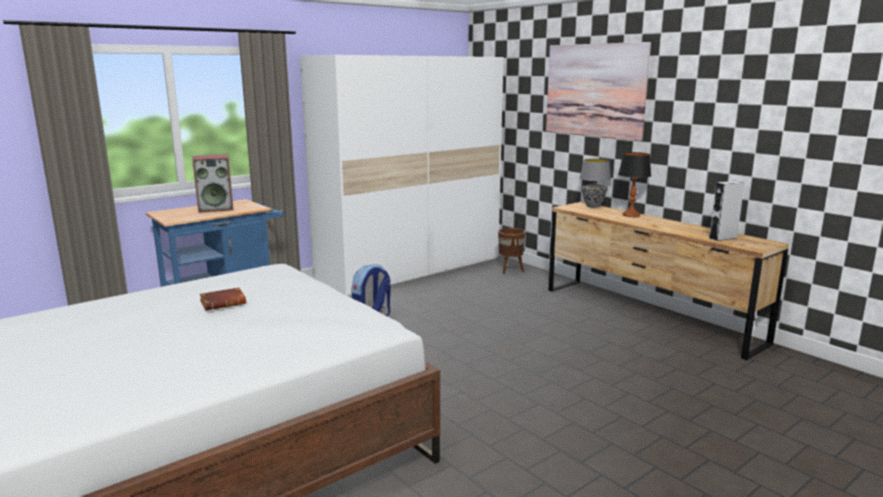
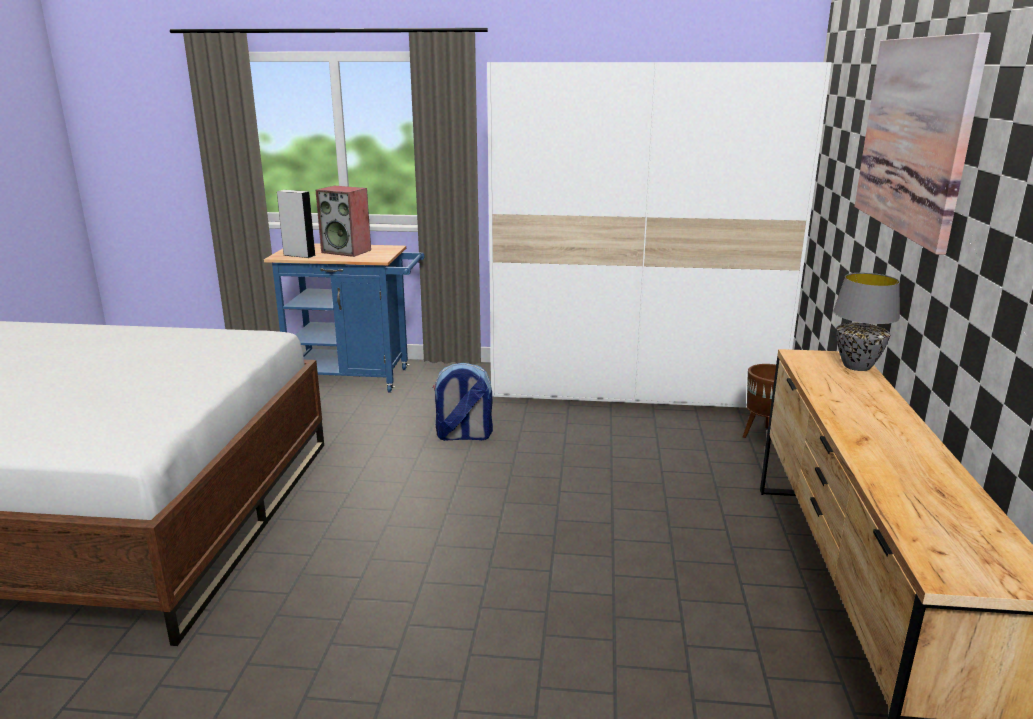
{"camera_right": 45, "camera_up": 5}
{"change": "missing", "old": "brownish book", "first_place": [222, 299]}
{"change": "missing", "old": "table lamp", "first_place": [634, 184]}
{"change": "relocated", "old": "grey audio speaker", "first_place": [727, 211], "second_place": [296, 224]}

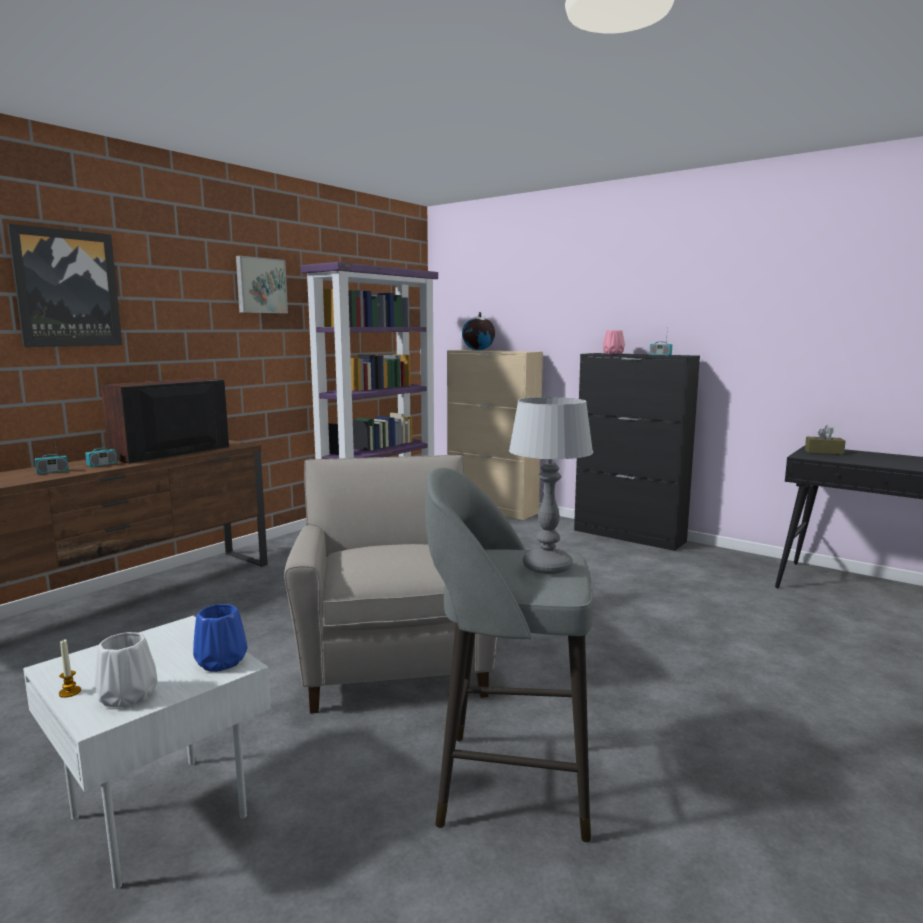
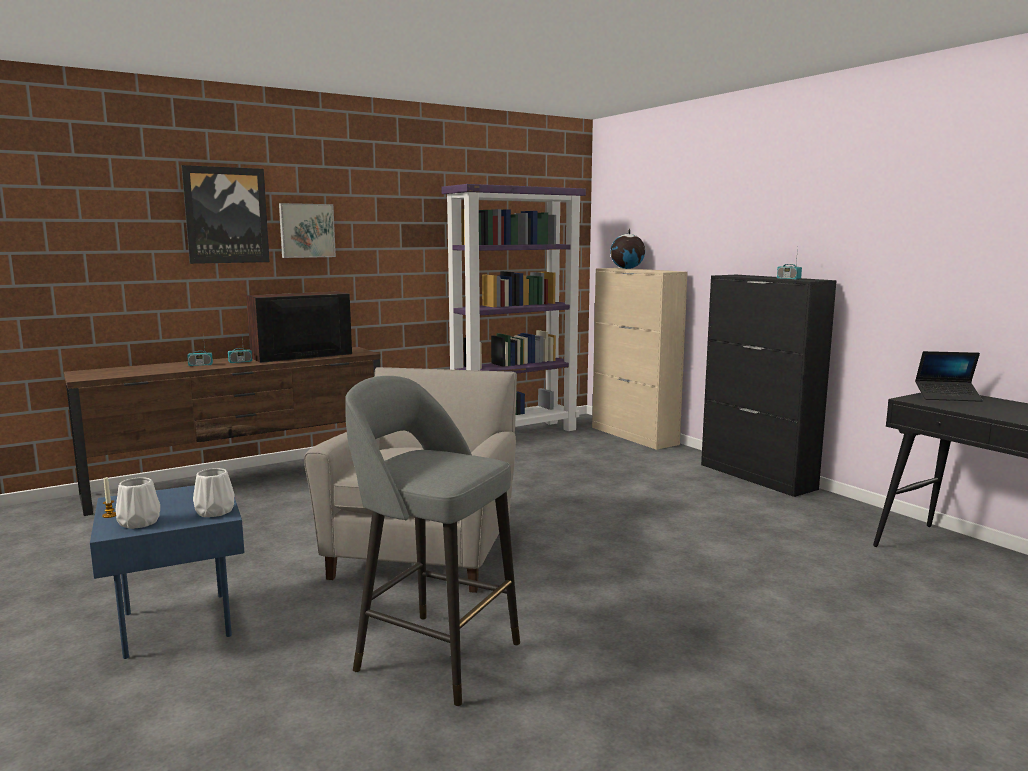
{"camera_right": 20, "camera_up": 0}
{"change": "missing", "old": "table lamp", "first_place": [551, 485]}
{"change": "missing", "old": "pinkish decorative vase", "first_place": [614, 342]}
{"change": "relocated", "old": "picture", "first_place": [262, 284], "second_place": [307, 230]}
{"change": "exchanged", "old": "brownish tissue holder", "new": "notebook computer", "first_place": [825, 440], "second_place": [949, 376]}
{"change": "colour", "old": "whitish end table", "new": "blue end table", "first_place": [147, 752], "second_place": [167, 572]}
{"change": "colour", "old": "blue decorative vase", "new": "whitish decorative vase", "first_place": [220, 638], "second_place": [214, 492]}

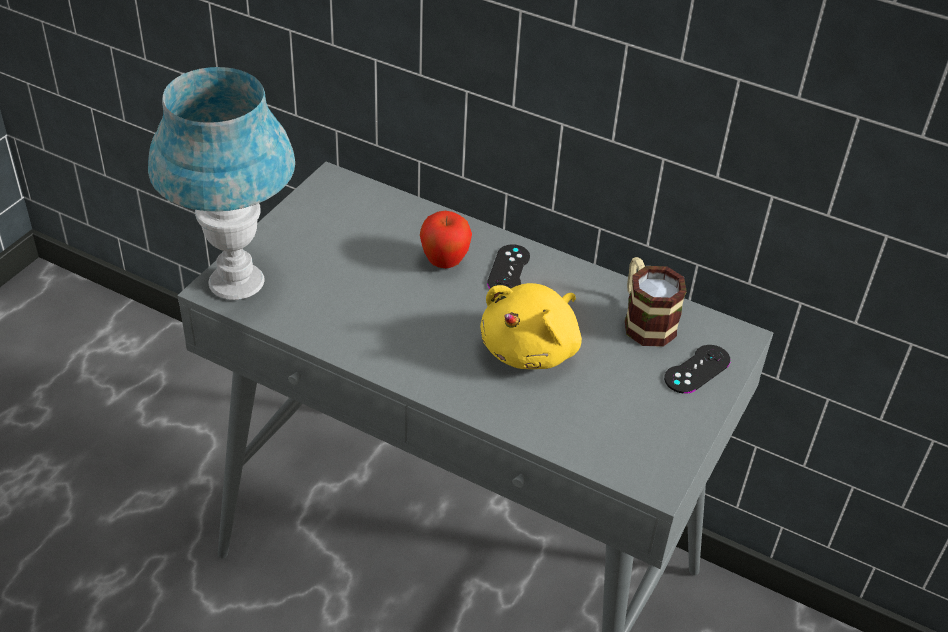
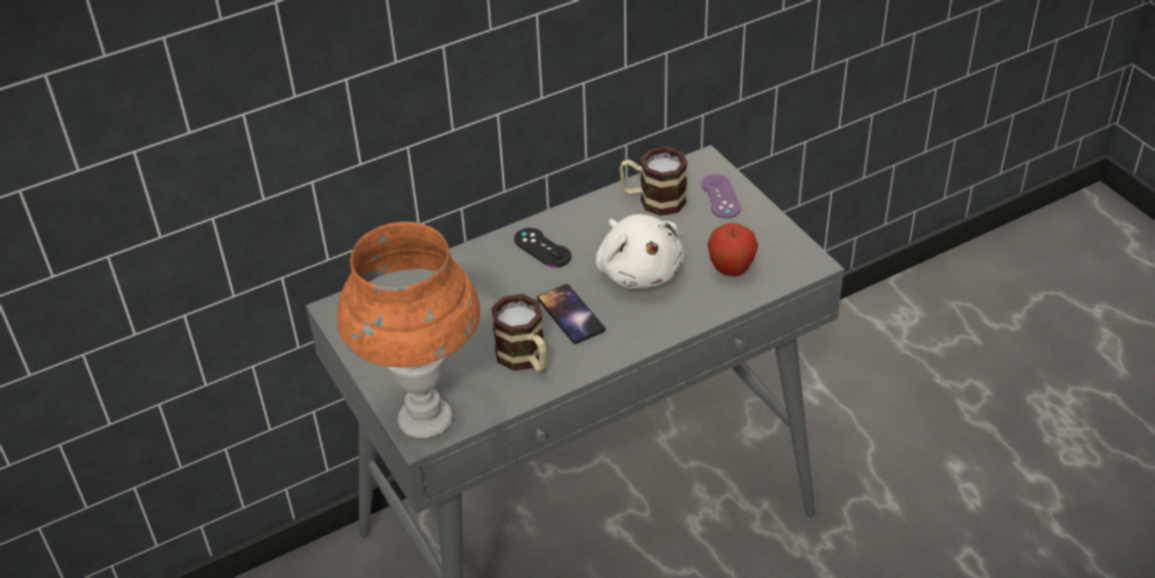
{"camera_right": -55, "camera_up": 0}
{"change": "appeared", "new": "mug", "second_place": [519, 333]}
{"change": "appeared", "new": "telephone", "second_place": [571, 314]}
{"change": "relocated", "old": "whole apple", "first_place": [446, 239], "second_place": [732, 249]}
{"change": "colour", "old": "blue table lamp", "new": "orange-coloured table lamp", "first_place": [221, 183], "second_place": [408, 330]}
{"change": "colour", "old": "yellow-coloured plush toy", "new": "whitish plush toy", "first_place": [531, 326], "second_place": [640, 251]}
{"change": "colour", "old": "blackish gamepad", "new": "purple-coloured gamepad", "first_place": [697, 369], "second_place": [721, 196]}

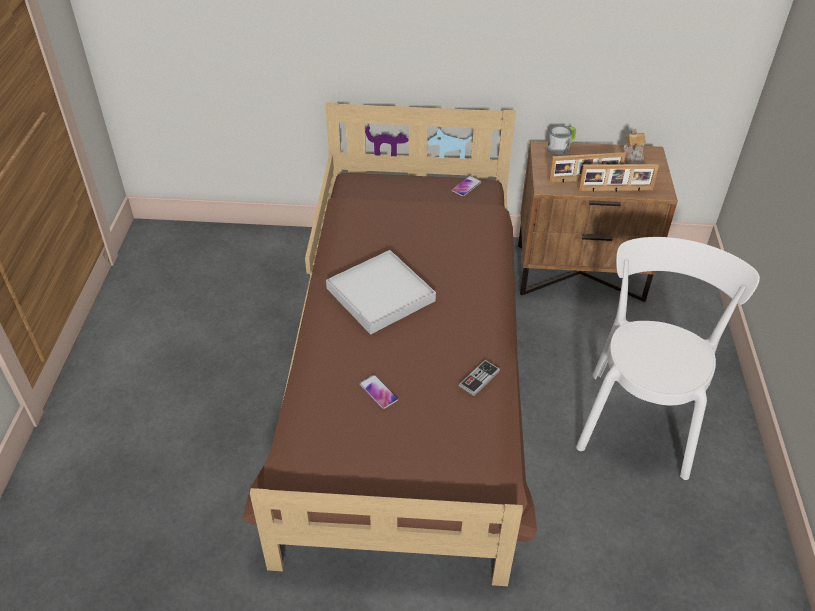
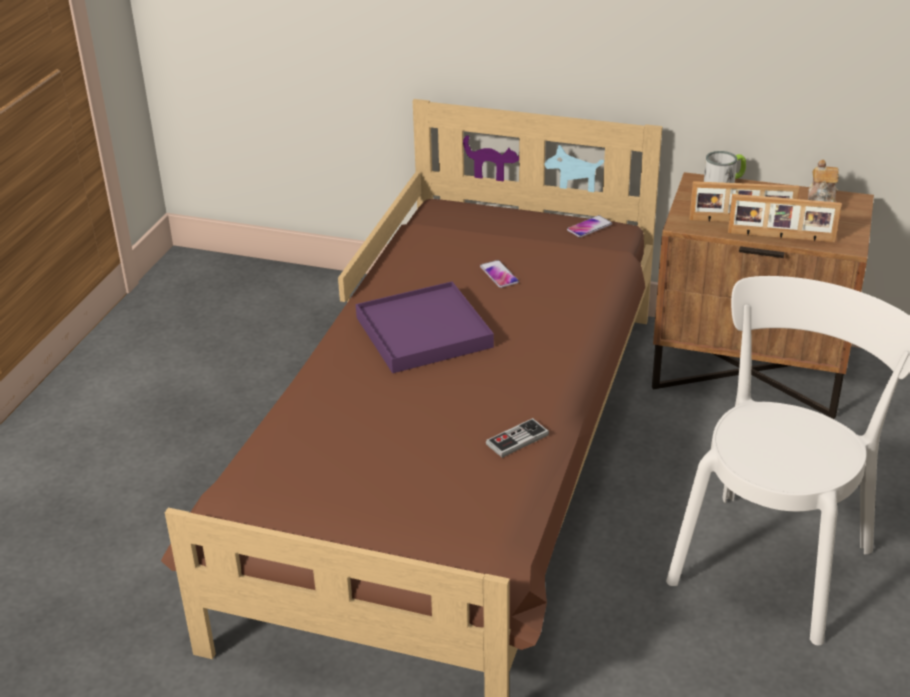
{"camera_right": 15, "camera_up": -10}
{"change": "relocated", "old": "telephone", "first_place": [379, 392], "second_place": [499, 274]}
{"change": "colour", "old": "whitish tray", "new": "purple-coloured tray", "first_place": [381, 292], "second_place": [425, 327]}

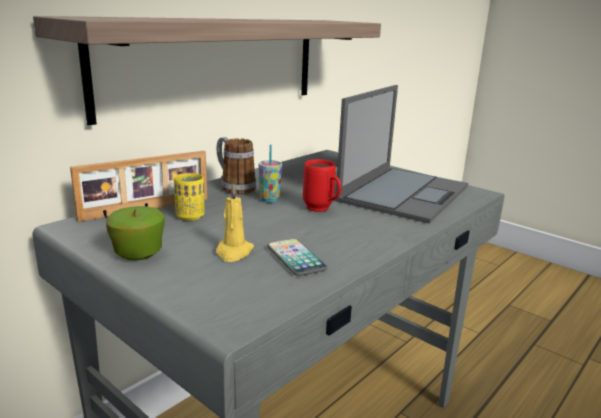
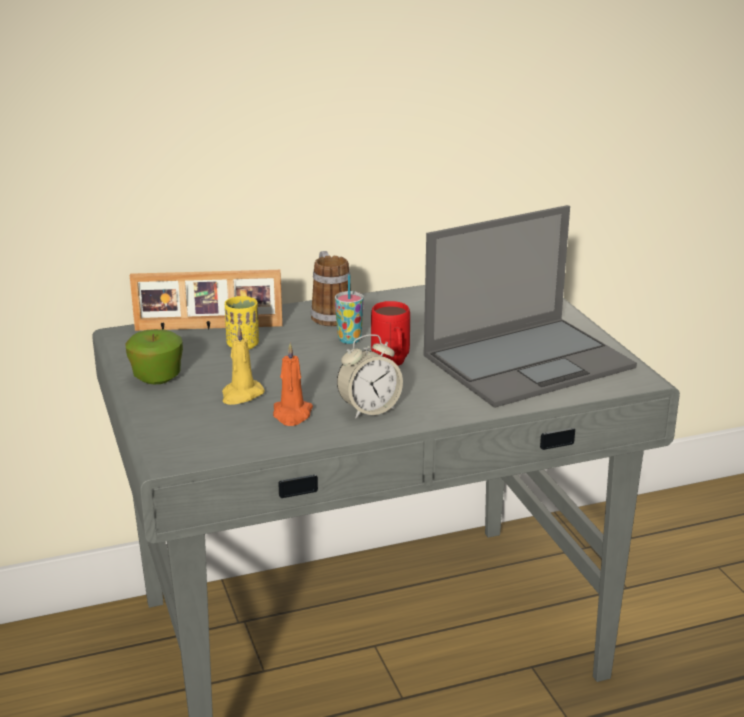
{"camera_right": 30, "camera_up": 5}
{"change": "missing", "old": "shelf", "first_place": [207, 70]}
{"change": "appeared", "new": "alarm clock", "second_place": [370, 376]}
{"change": "exchanged", "old": "telephone", "new": "orange-coloured wax light", "first_place": [297, 257], "second_place": [293, 384]}

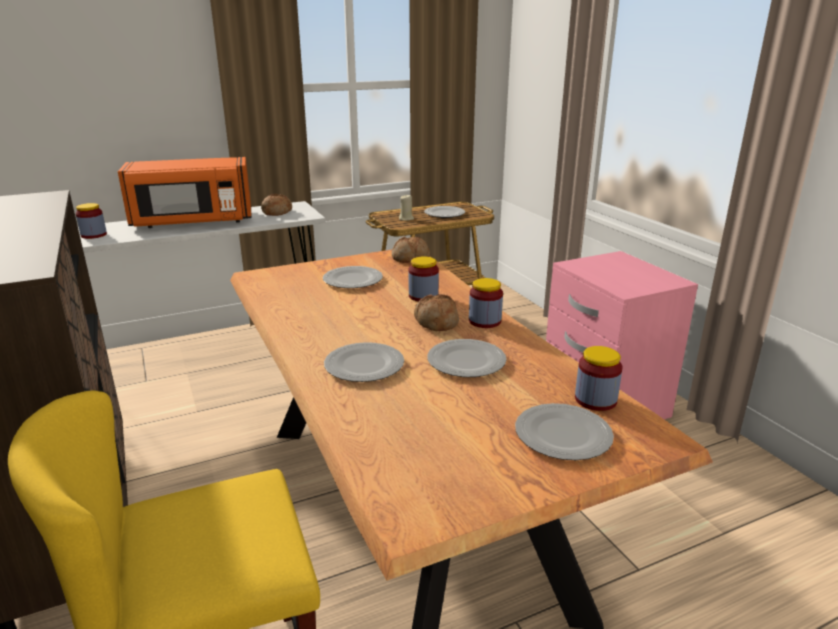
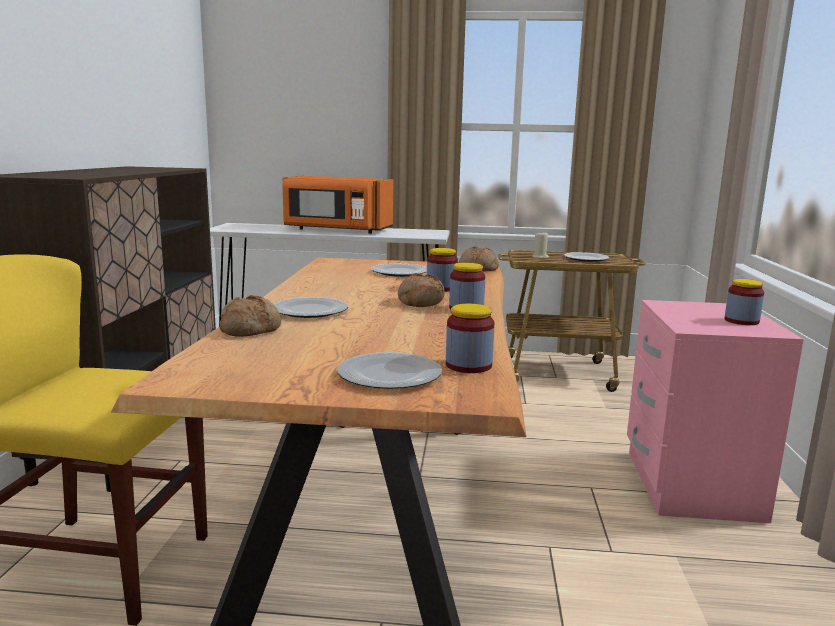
{"camera_right": 30, "camera_up": -10}
{"change": "missing", "old": "plate", "first_place": [467, 358]}
{"change": "relocated", "old": "storage jar", "first_place": [91, 221], "second_place": [744, 302]}
{"change": "relocated", "old": "bakery bread", "first_place": [276, 205], "second_place": [250, 316]}

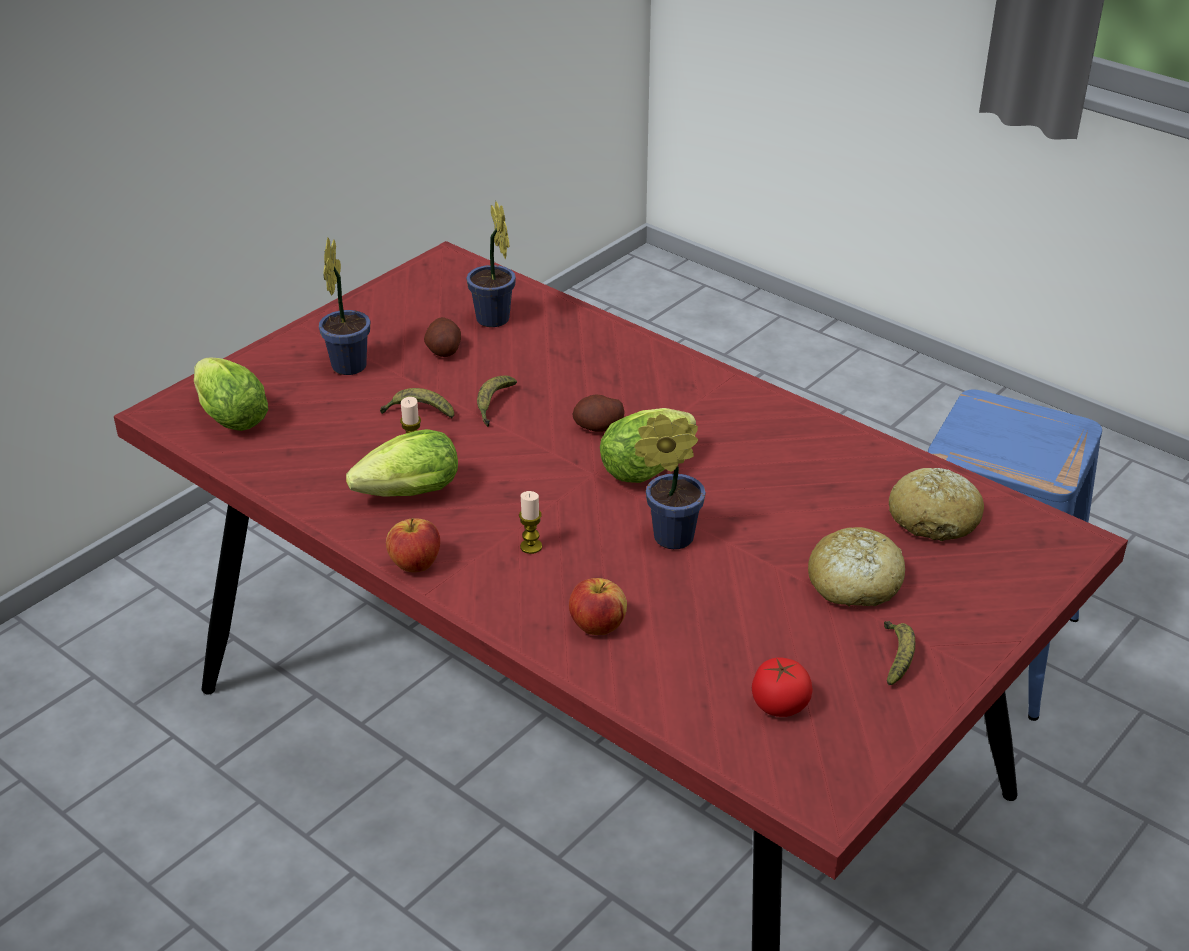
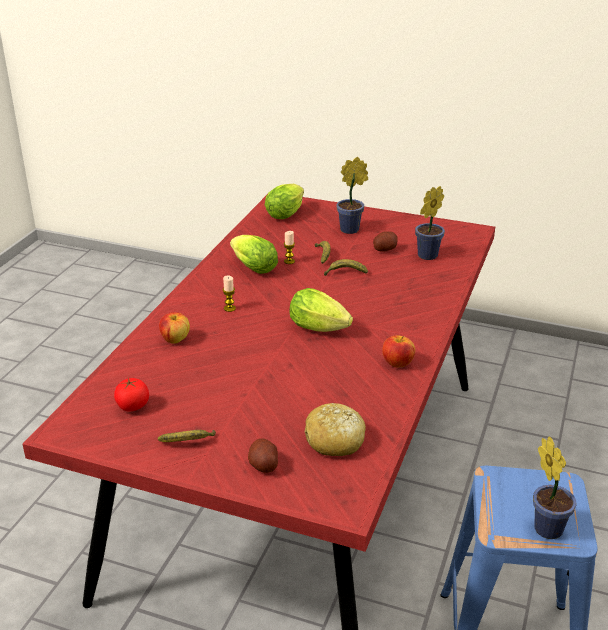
{"camera_right": 70, "camera_up": -5}
{"change": "missing", "old": "bakery bread", "first_place": [856, 567]}
{"change": "relocated", "old": "whole apple", "first_place": [413, 545], "second_place": [398, 351]}
{"change": "relocated", "old": "potato", "first_place": [598, 413], "second_place": [263, 455]}
{"change": "relocated", "old": "houseplant", "first_place": [670, 481], "second_place": [555, 488]}

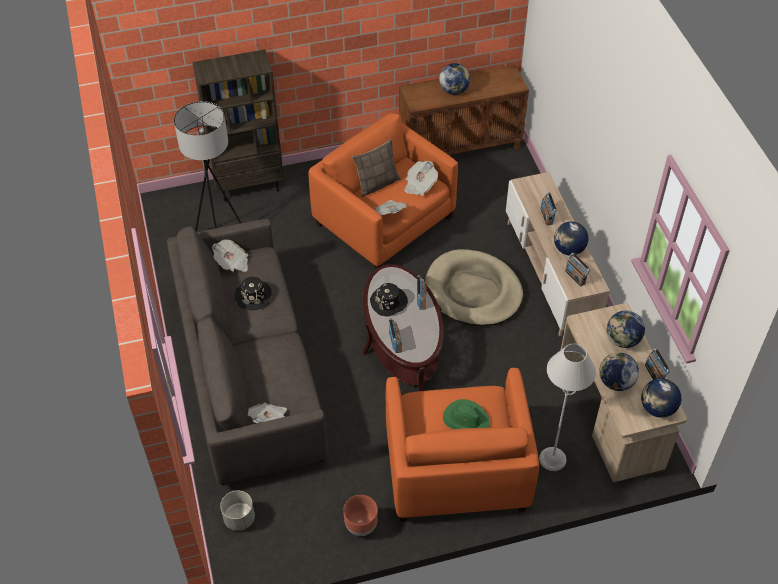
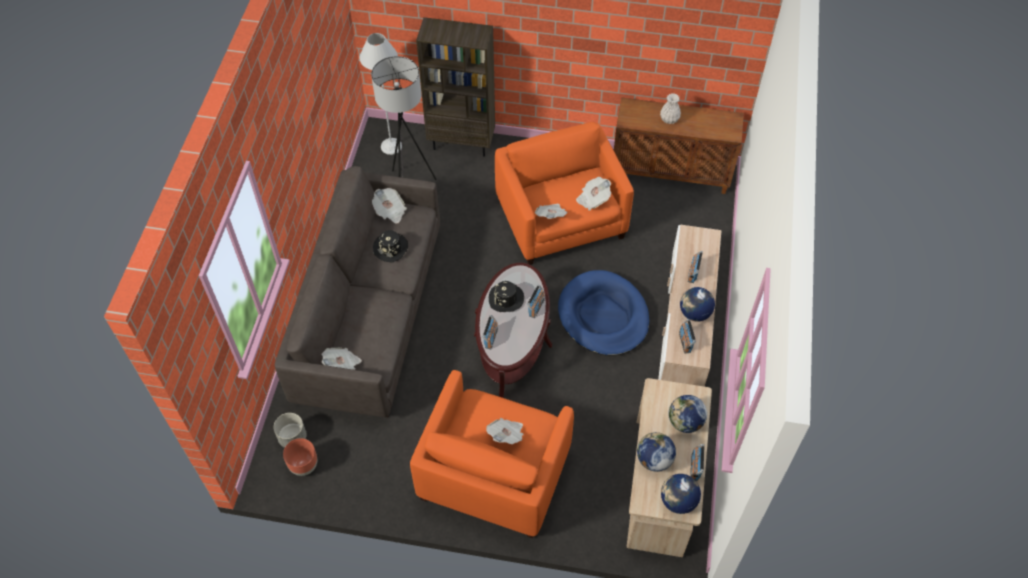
{"camera_right": 25, "camera_up": 5}
{"change": "missing", "old": "pillow", "first_place": [376, 168]}
{"change": "relocated", "old": "brownish planter", "first_place": [360, 515], "second_place": [300, 457]}
{"change": "relocated", "old": "grey standard lamp", "first_place": [567, 407], "second_place": [381, 94]}
{"change": "exchanged", "old": "desk globe", "new": "whitish decorative vase", "first_place": [455, 79], "second_place": [670, 108]}
{"change": "exchanged", "old": "greenish hat", "new": "printed paper", "first_place": [466, 414], "second_place": [505, 431]}
{"change": "colour", "old": "beige pet bed", "new": "blue pet bed", "first_place": [474, 287], "second_place": [604, 313]}

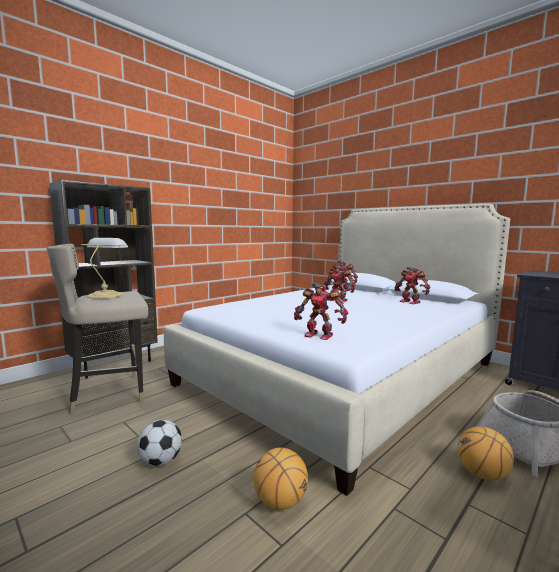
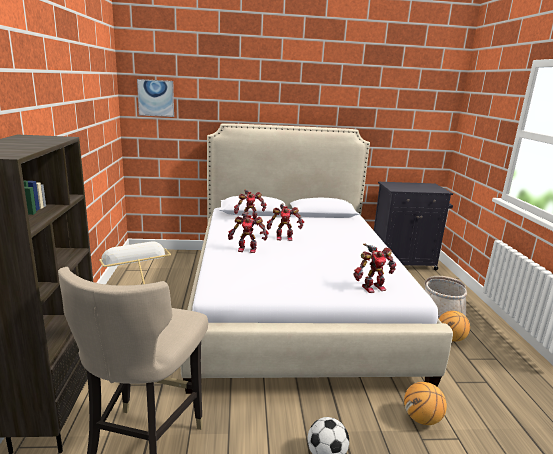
{"camera_right": -50, "camera_up": 10}
{"change": "appeared", "new": "picture", "second_place": [155, 98]}
{"change": "relocated", "old": "toy robot", "first_place": [413, 285], "second_place": [248, 232]}

